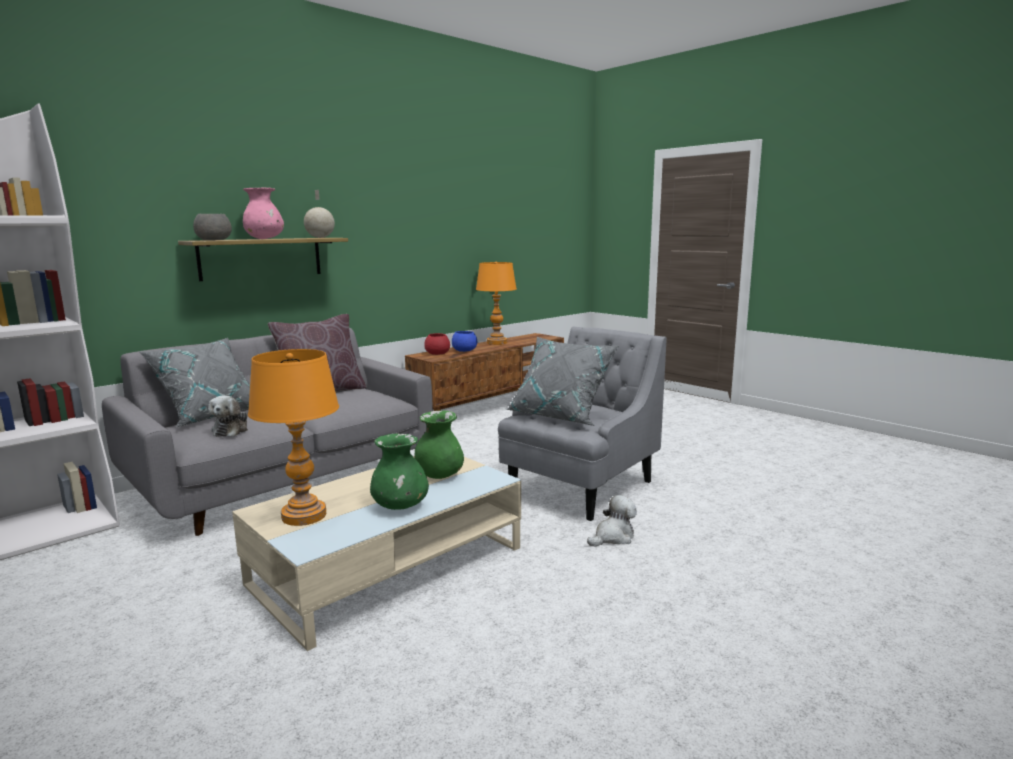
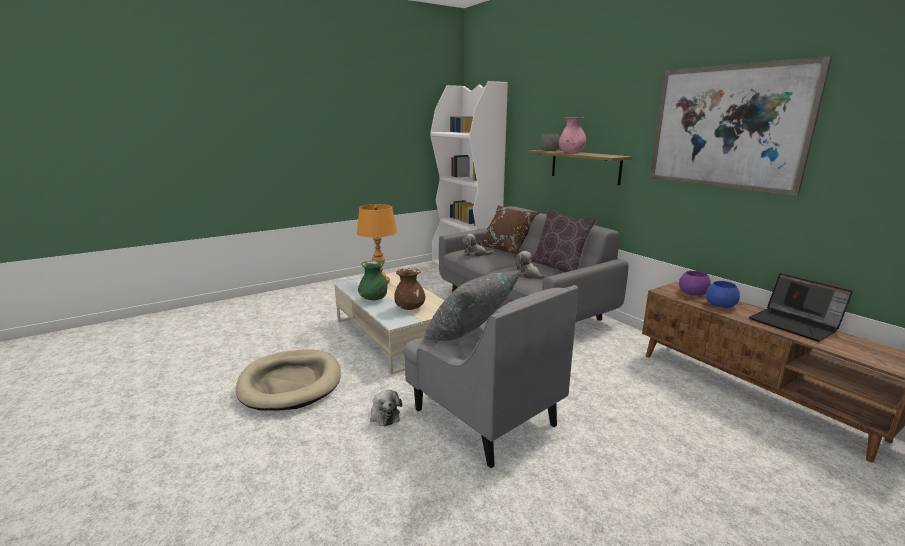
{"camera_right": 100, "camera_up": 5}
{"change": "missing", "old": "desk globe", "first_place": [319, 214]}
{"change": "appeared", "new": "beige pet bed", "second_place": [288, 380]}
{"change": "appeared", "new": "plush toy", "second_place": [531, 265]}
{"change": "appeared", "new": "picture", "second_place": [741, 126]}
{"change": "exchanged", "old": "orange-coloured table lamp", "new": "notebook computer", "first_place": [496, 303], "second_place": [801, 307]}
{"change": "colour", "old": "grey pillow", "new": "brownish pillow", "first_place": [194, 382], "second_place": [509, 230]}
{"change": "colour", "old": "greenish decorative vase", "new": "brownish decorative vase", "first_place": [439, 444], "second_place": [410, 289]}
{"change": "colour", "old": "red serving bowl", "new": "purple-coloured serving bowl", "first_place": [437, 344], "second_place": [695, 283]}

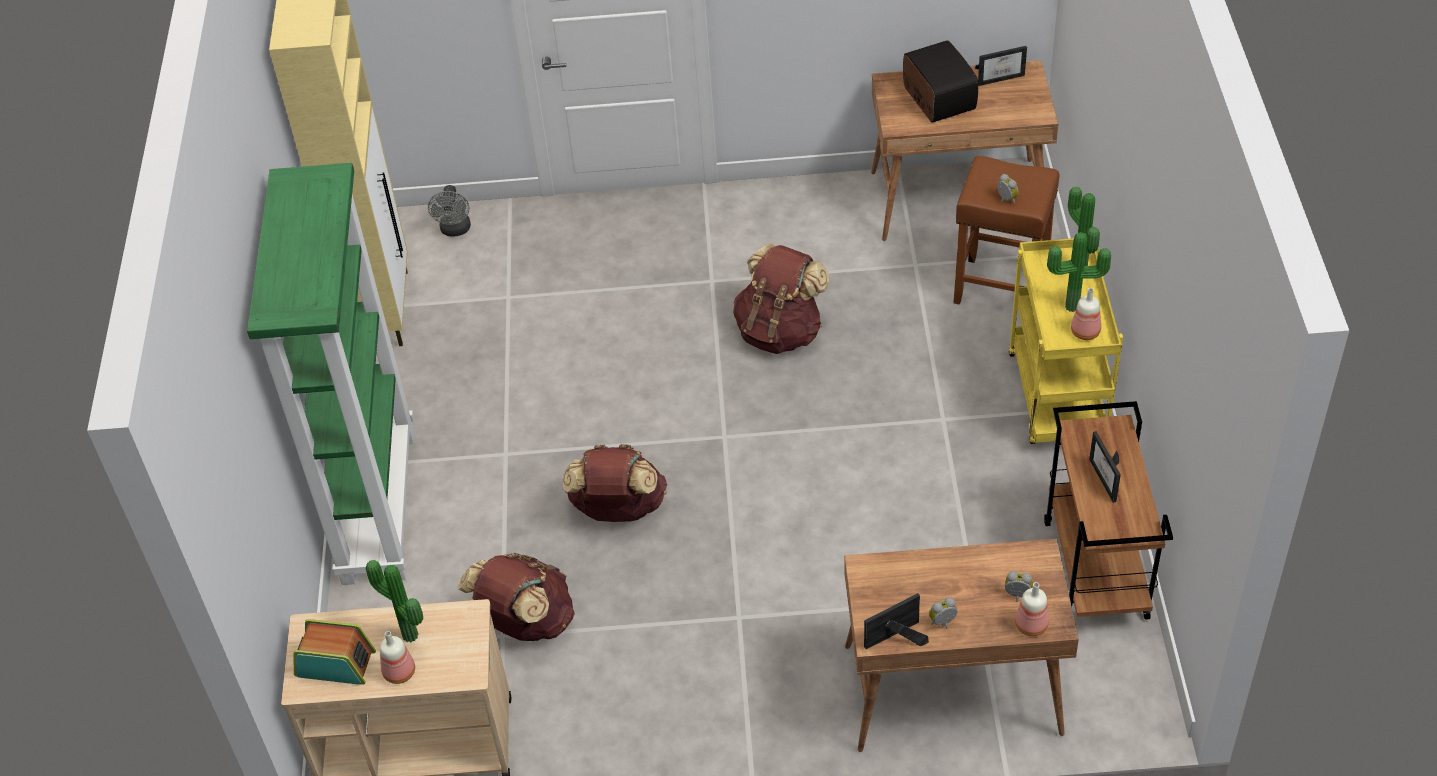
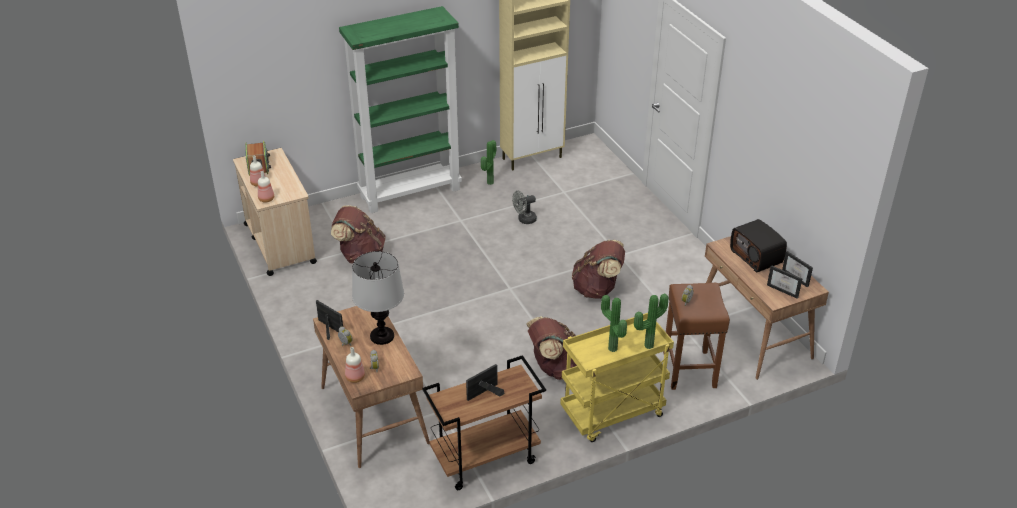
{"camera_right": 65, "camera_up": -10}
{"change": "appeared", "new": "table lamp", "second_place": [378, 298]}
{"change": "appeared", "new": "photo frame", "second_place": [784, 282]}
{"change": "relocated", "old": "houseplant", "first_place": [394, 601], "second_place": [488, 162]}
{"change": "relocated", "old": "grey fan", "first_place": [449, 210], "second_place": [524, 207]}
{"change": "relocated", "old": "brownish rucksack", "first_place": [615, 483], "second_place": [551, 348]}
{"change": "relocated", "old": "bottle", "first_place": [1086, 314], "second_place": [266, 186]}
{"change": "spun", "old": "radio set", "first_place": [940, 81], "second_place": [758, 245], "degrees": 105}

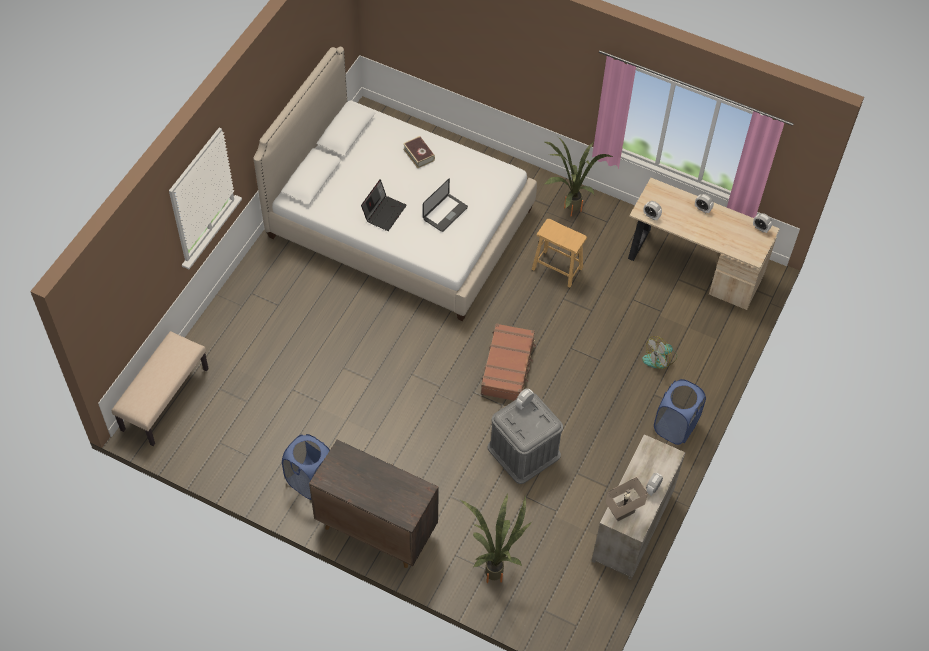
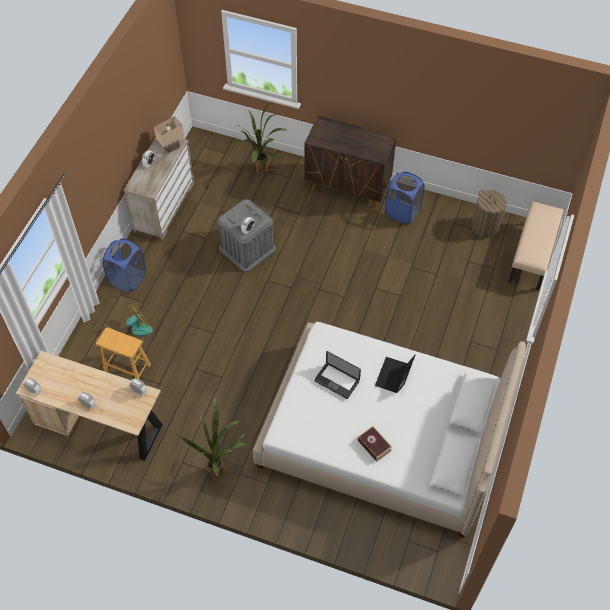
{"camera_right": 175, "camera_up": 0}
{"change": "missing", "old": "brownish travel case", "first_place": [508, 362]}
{"change": "appeared", "new": "laundry basket", "second_place": [489, 214]}
{"change": "relocated", "old": "brownish stool", "first_place": [559, 253], "second_place": [123, 353]}
{"change": "spun", "old": "notebook computer", "first_place": [445, 205], "second_place": [337, 375], "degrees": -90}

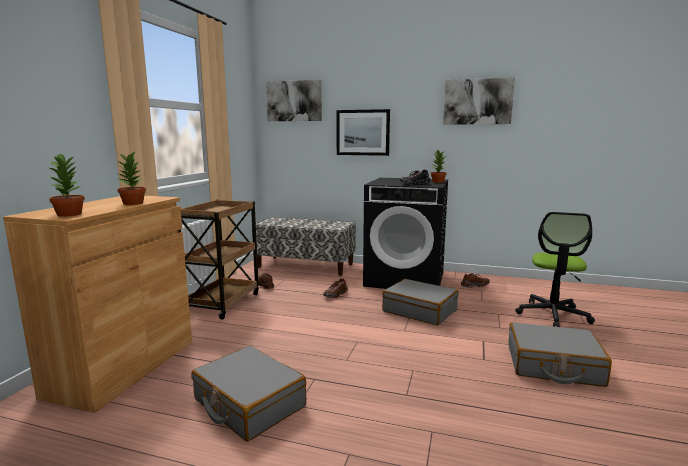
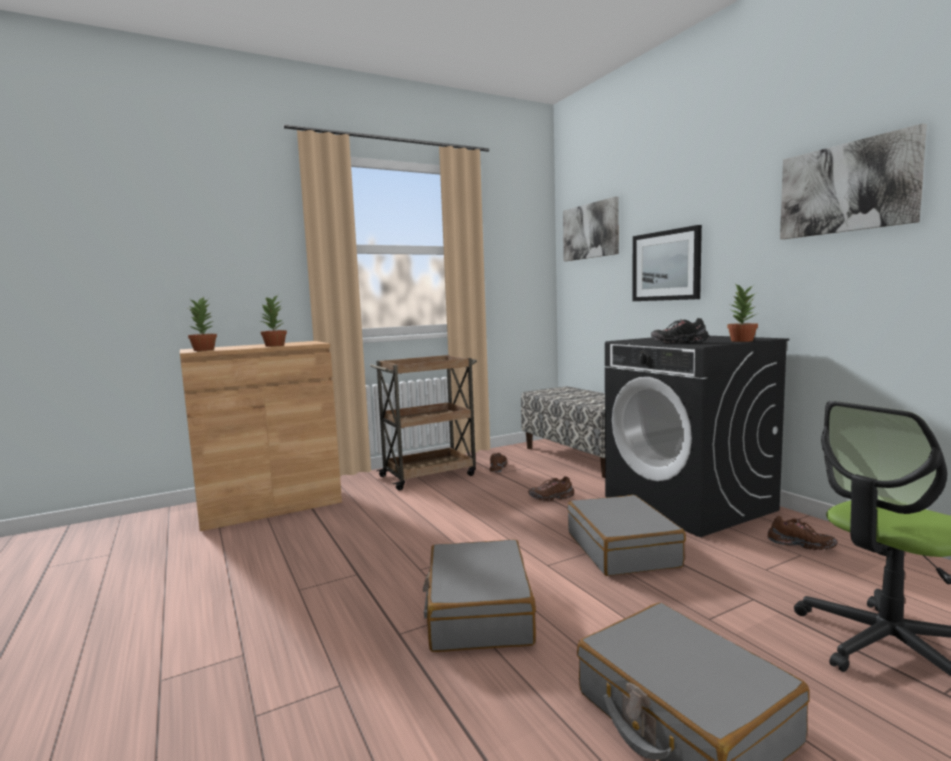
{"camera_right": 45, "camera_up": -5}
{"change": "relocated", "old": "grey travel case", "first_place": [249, 393], "second_place": [479, 596]}

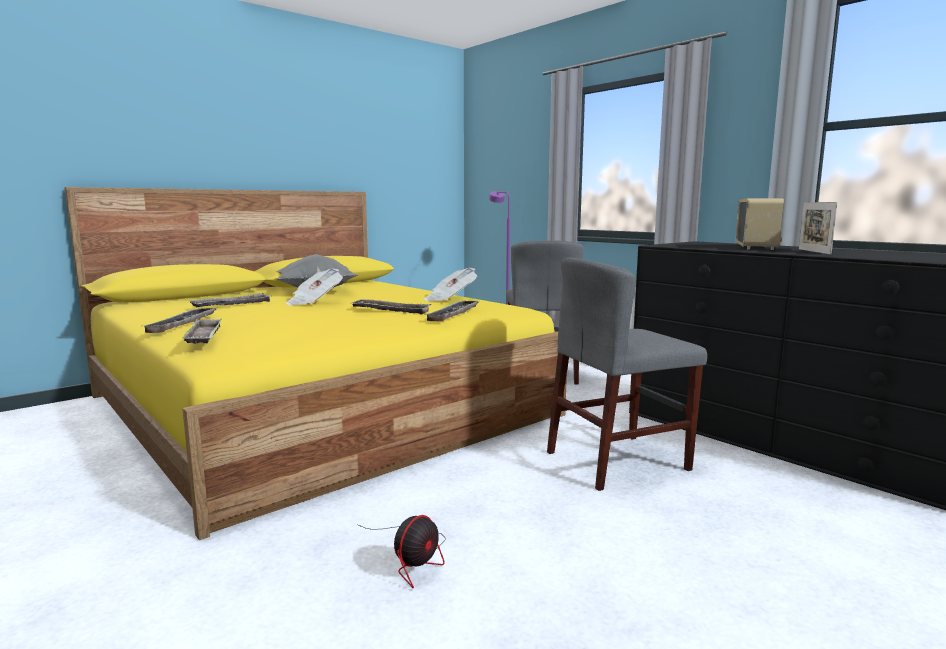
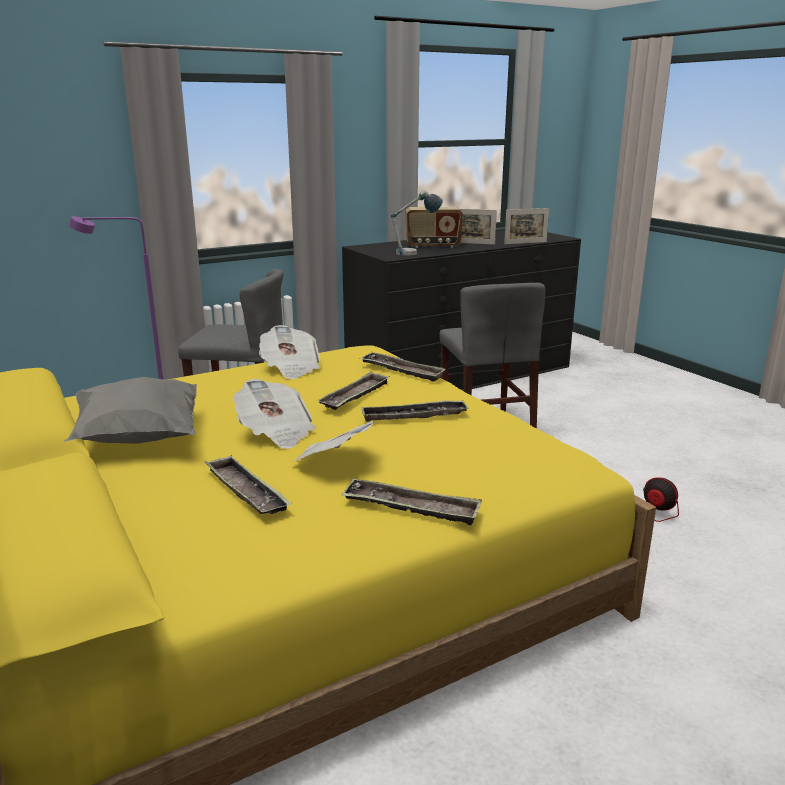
{"camera_right": -80, "camera_up": 10}
{"change": "appeared", "new": "printed paper", "second_place": [332, 441]}
{"change": "appeared", "new": "table lamp", "second_place": [417, 223]}
{"change": "appeared", "new": "photo frame", "second_place": [526, 226]}
{"change": "relocated", "old": "tray", "first_place": [201, 331], "second_place": [415, 411]}
{"change": "spun", "old": "radio set", "first_place": [759, 224], "second_place": [434, 227], "degrees": 150}

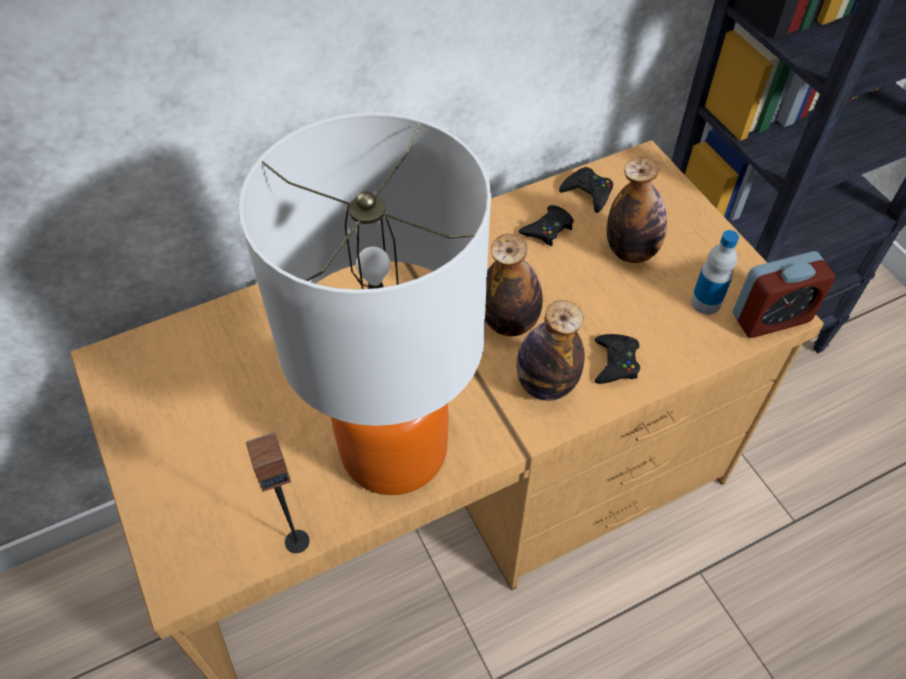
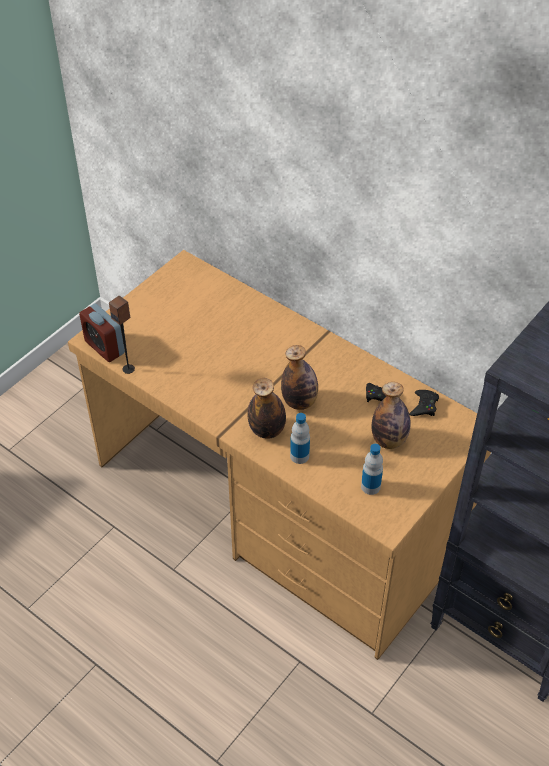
{"camera_right": 65, "camera_up": -5}
{"change": "missing", "old": "table lamp", "first_place": [364, 303]}
{"change": "relocated", "old": "alarm clock", "first_place": [784, 294], "second_place": [102, 332]}
{"change": "exchanged", "old": "blackish gamepad", "new": "bottle", "first_place": [617, 359], "second_place": [300, 438]}

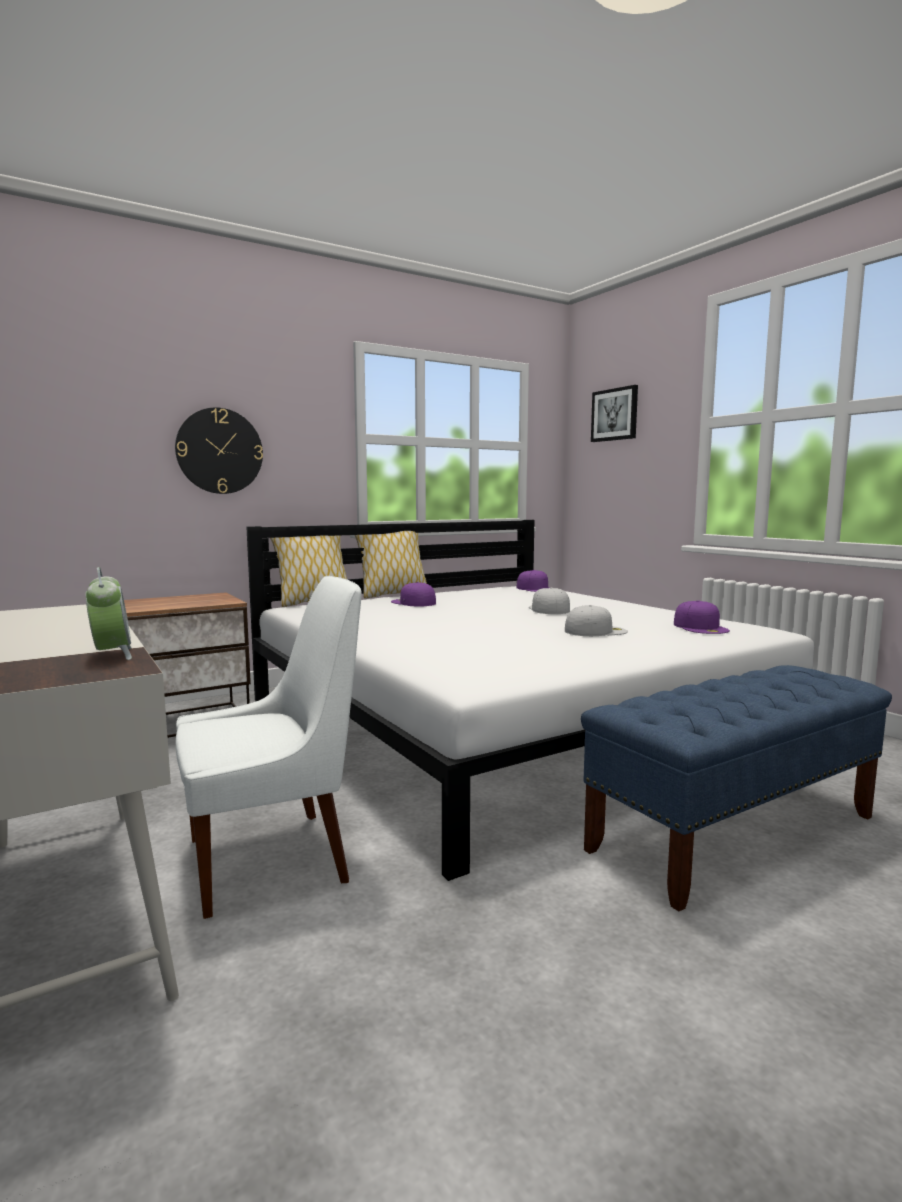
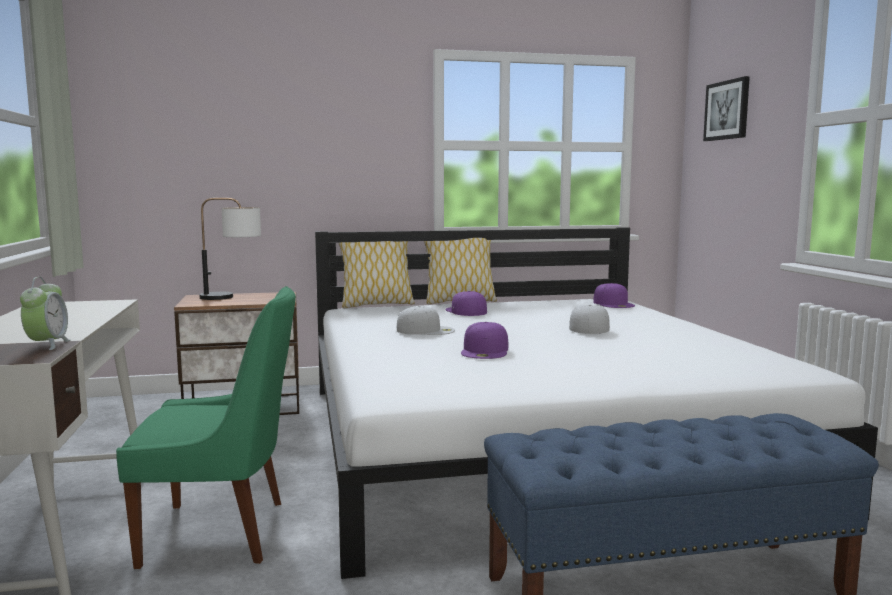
{"camera_right": 20, "camera_up": 0}
{"change": "missing", "old": "clock on the wall", "first_place": [219, 450]}
{"change": "appeared", "new": "table lamp", "second_place": [230, 249]}
{"change": "relocated", "old": "whitish cap", "first_place": [596, 620], "second_place": [426, 320]}
{"change": "relocated", "old": "purple-coloured cap", "first_place": [702, 617], "second_place": [484, 340]}
{"change": "colour", "old": "whitish upright chair", "new": "greenish upright chair", "first_place": [269, 747], "second_place": [206, 427]}

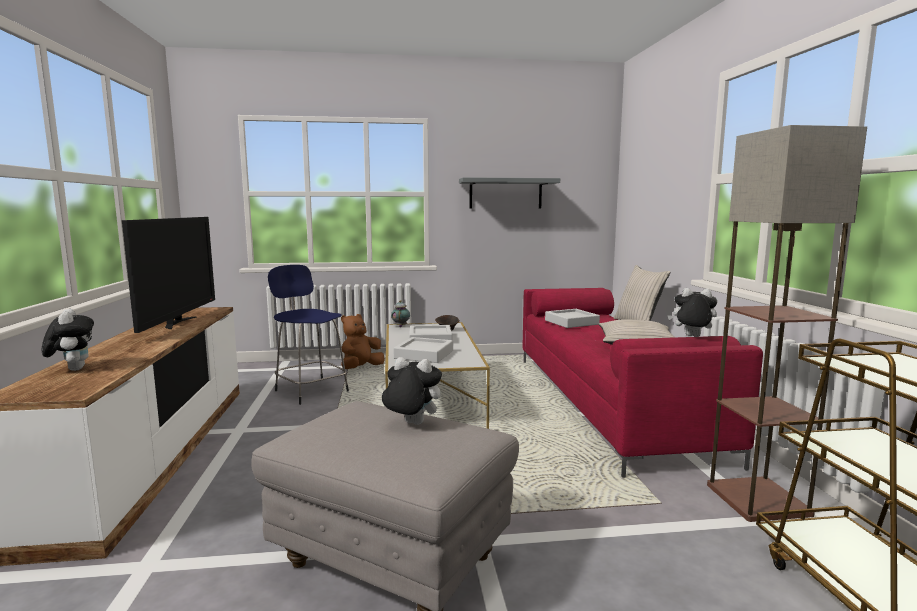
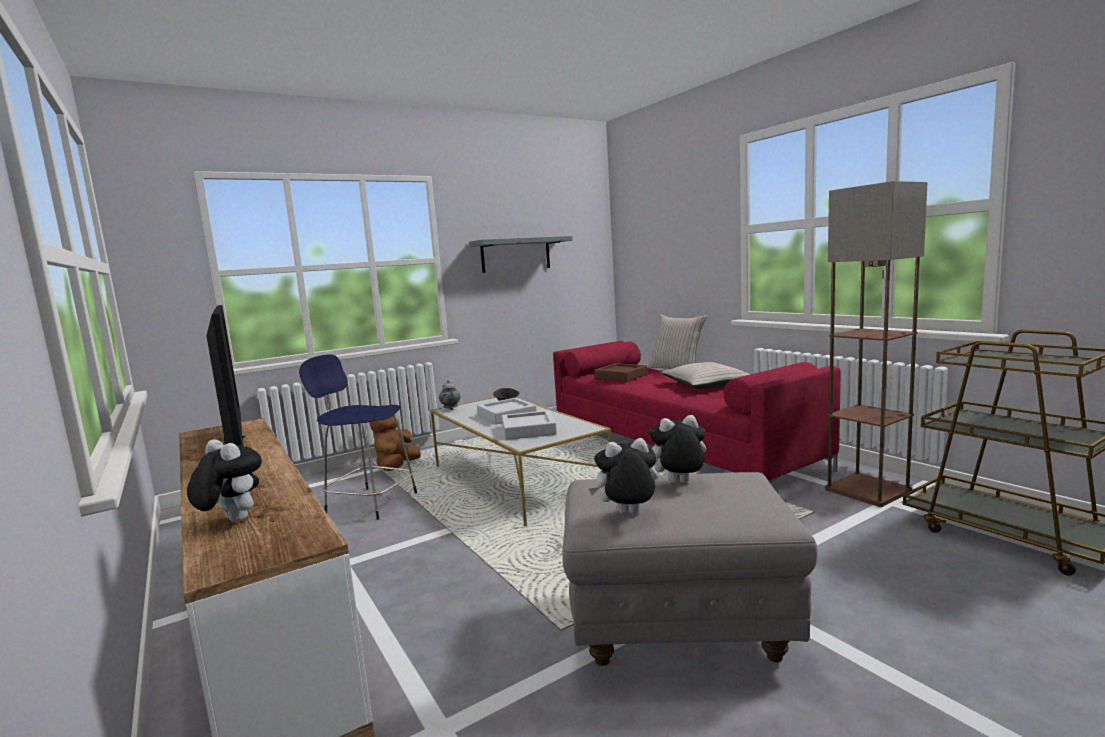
{"camera_right": -25, "camera_up": 0}
{"change": "relocated", "old": "plush toy", "first_place": [692, 312], "second_place": [623, 476]}
{"change": "colour", "old": "grey tray", "new": "brownish tray", "first_place": [572, 318], "second_place": [620, 372]}

